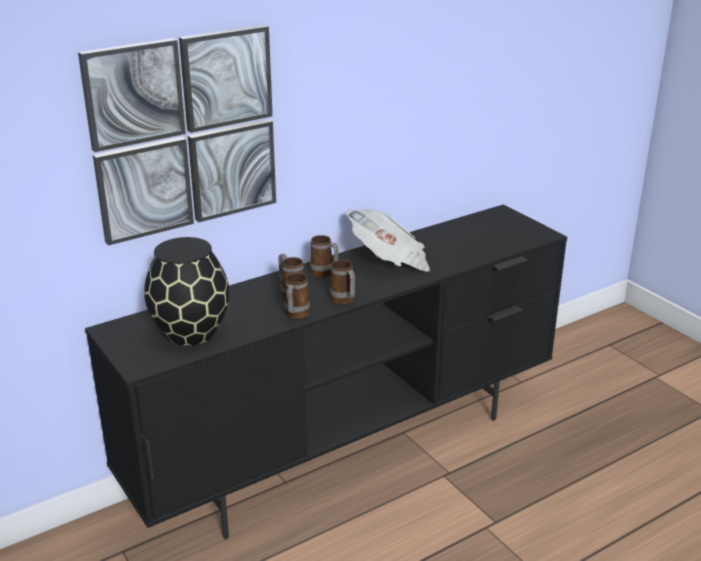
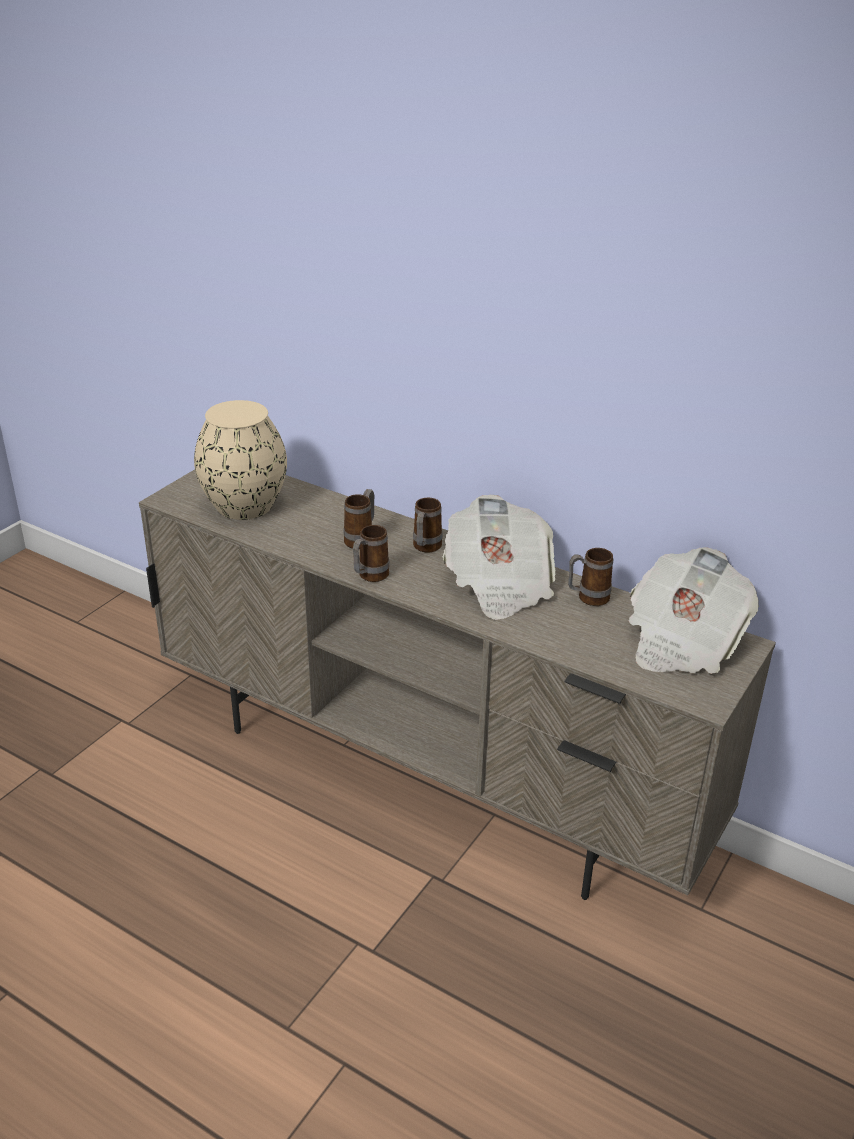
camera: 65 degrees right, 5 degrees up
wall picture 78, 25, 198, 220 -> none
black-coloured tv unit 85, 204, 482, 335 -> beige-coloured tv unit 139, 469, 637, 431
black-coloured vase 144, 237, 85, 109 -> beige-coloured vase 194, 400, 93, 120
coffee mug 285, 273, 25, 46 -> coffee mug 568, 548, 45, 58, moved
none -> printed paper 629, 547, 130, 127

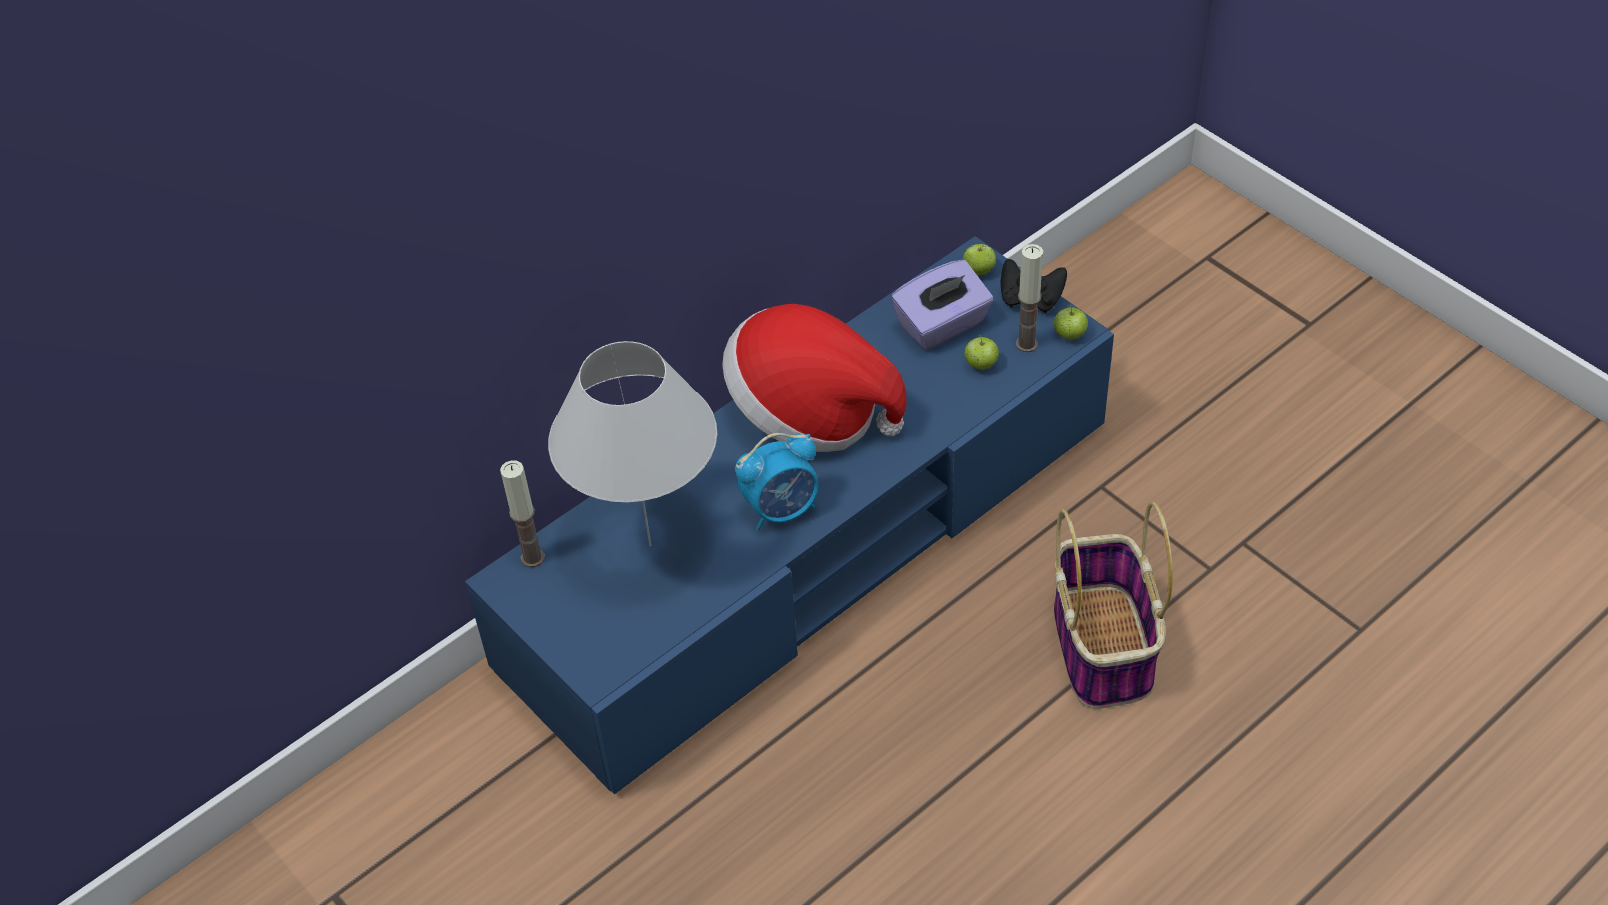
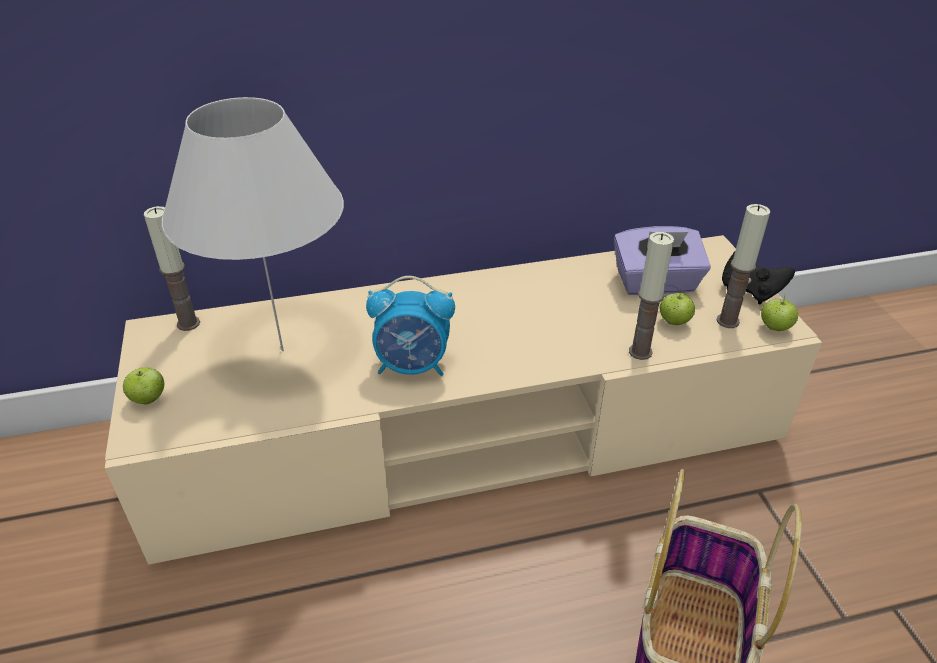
camera: 25 degrees right, 10 degrees down
blue-coloured tv unit 465, 236, 649, 558 -> beige-coloured tv unit 105, 235, 717, 330
wearable hat 722, 304, 184, 148 -> none
apple 963, 244, 33, 31 -> apple 123, 367, 42, 37, moved
none -> candle 629, 232, 45, 128

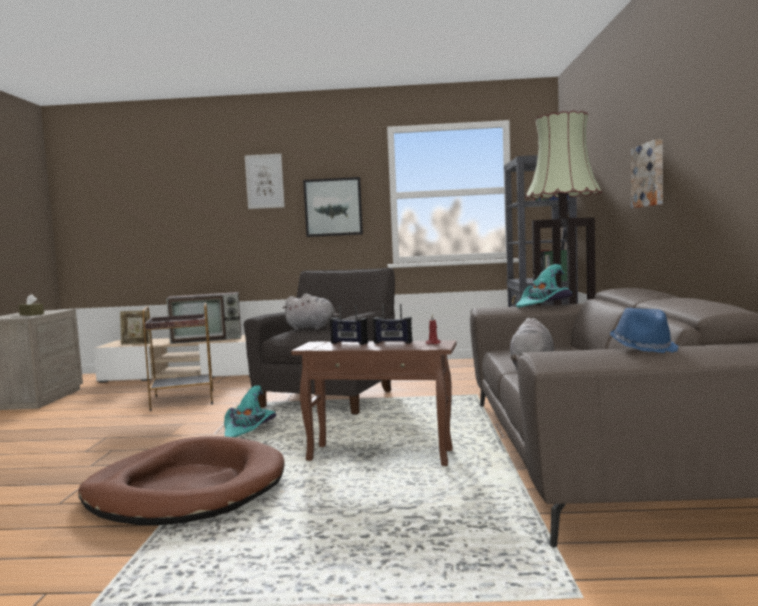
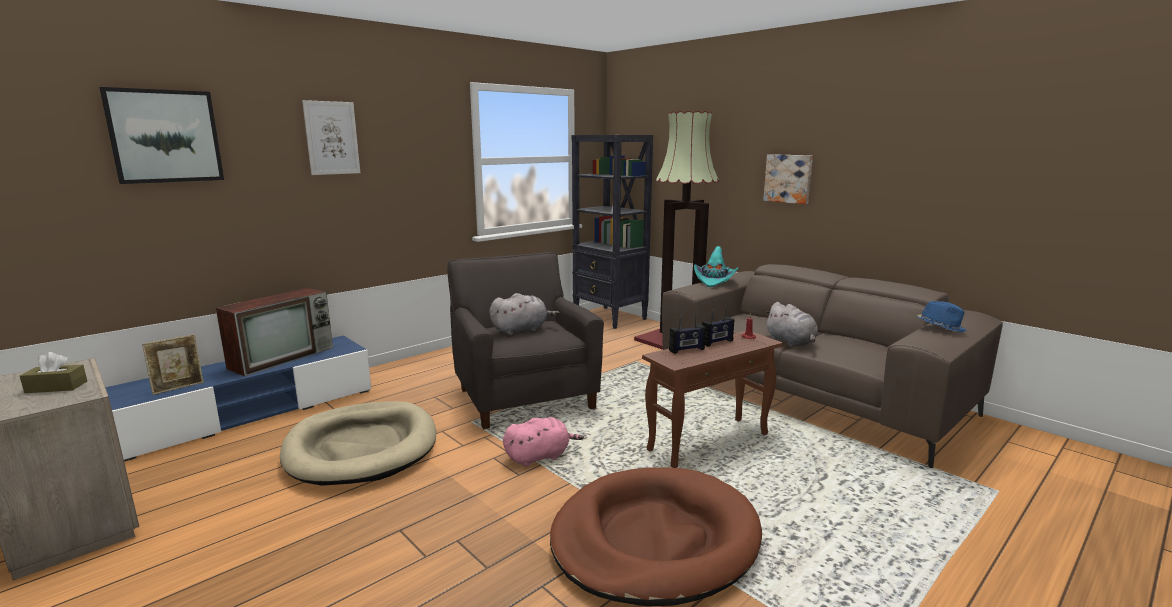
camera: 45 degrees left, 10 degrees up
beige-coloured tv unit 93, 335, 157, 48 -> blue-coloured tv unit 105, 335, 266, 127
brownish side table 143, 302, 70, 109 -> beige-coloured pet bed 280, 401, 156, 85
blue-green wearable hat 224, 385, 52, 52 -> pink cuddly toy 503, 417, 81, 50
wall picture 303, 177, 60, 60 -> wall picture 99, 87, 125, 97, moved

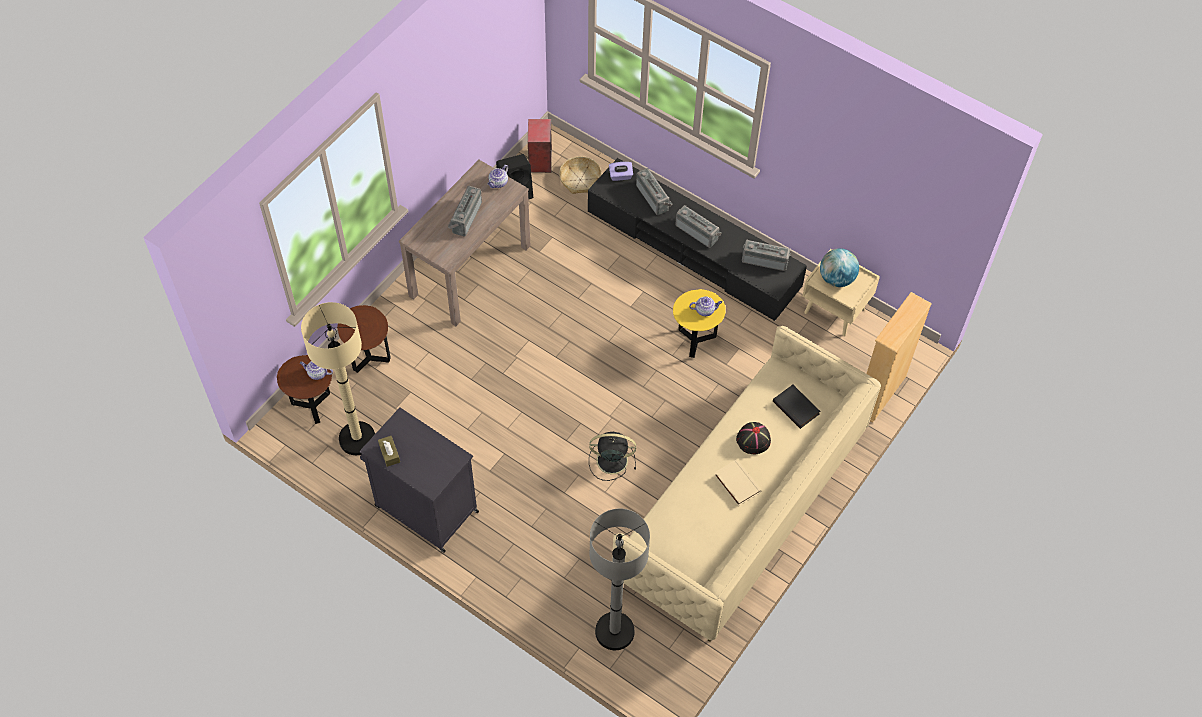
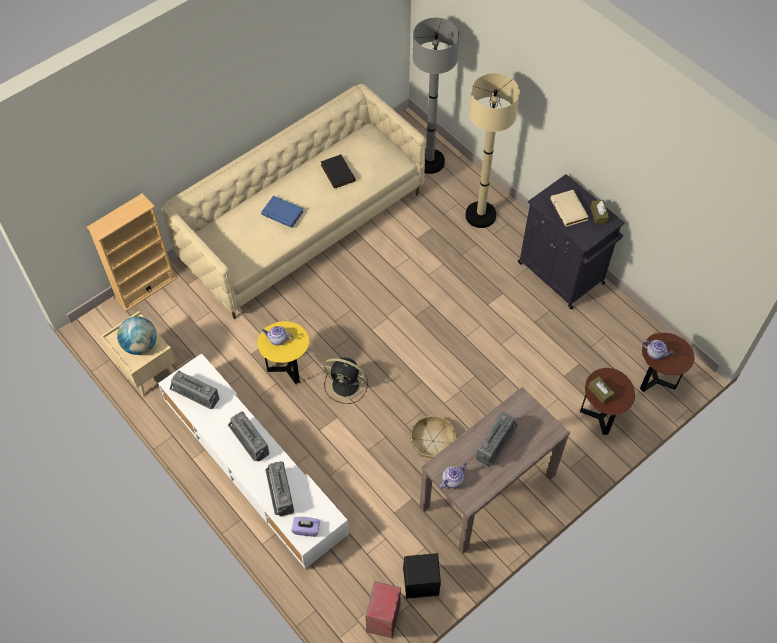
camera: 165 degrees left, 0 degrees up
beige-coloured standing lamp 301, 302, 74, 153 -> beige-coloured standing lamp 465, 73, 55, 155, moved
storage basket 559, 156, 43, 38 -> storage basket 411, 416, 45, 42, moved
black-coloured tv unit 588, 158, 219, 163 -> white-coloured tv unit 158, 354, 191, 215
black-coloured fan 589, 432, 47, 49 -> black-coloured fan 324, 357, 44, 47, moved
beige-coloured volume 714, 459, 47, 47 -> beige-coloured volume 550, 190, 39, 37, moved
black-coloured wearable hat 736, 422, 35, 32 -> blue-coloured volume 261, 196, 43, 32
black-coloured volume 773, 385, 47, 44 -> black-coloured volume 321, 154, 34, 35, moved
none -> brownish tissue box 588, 376, 27, 28

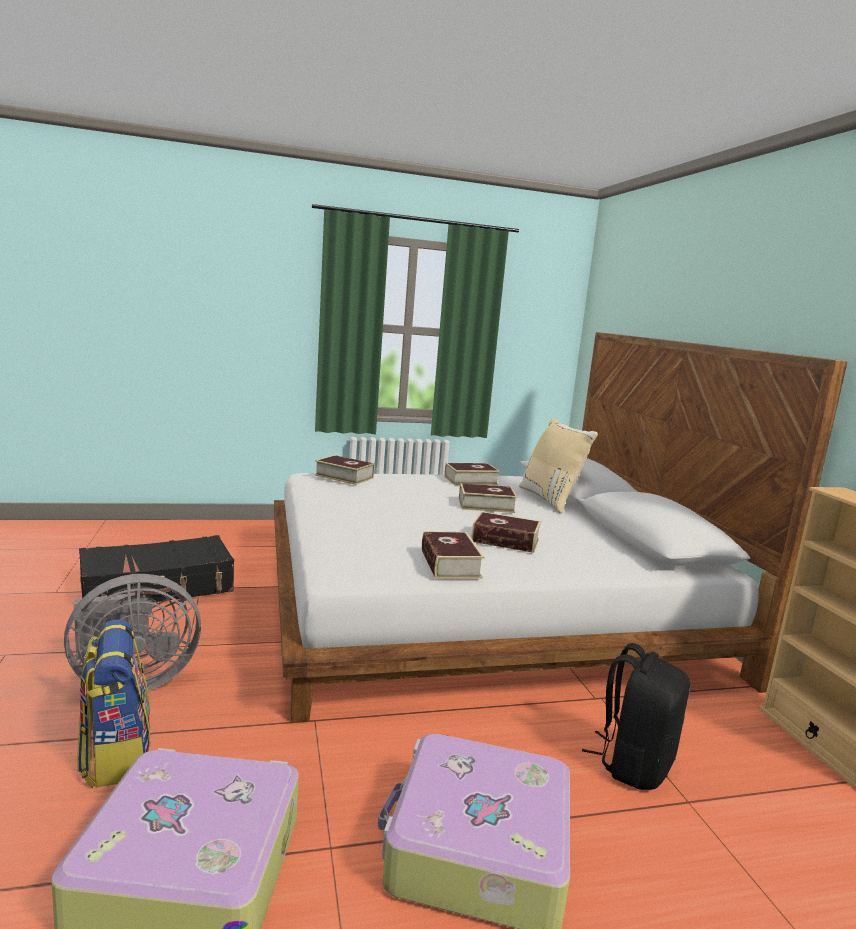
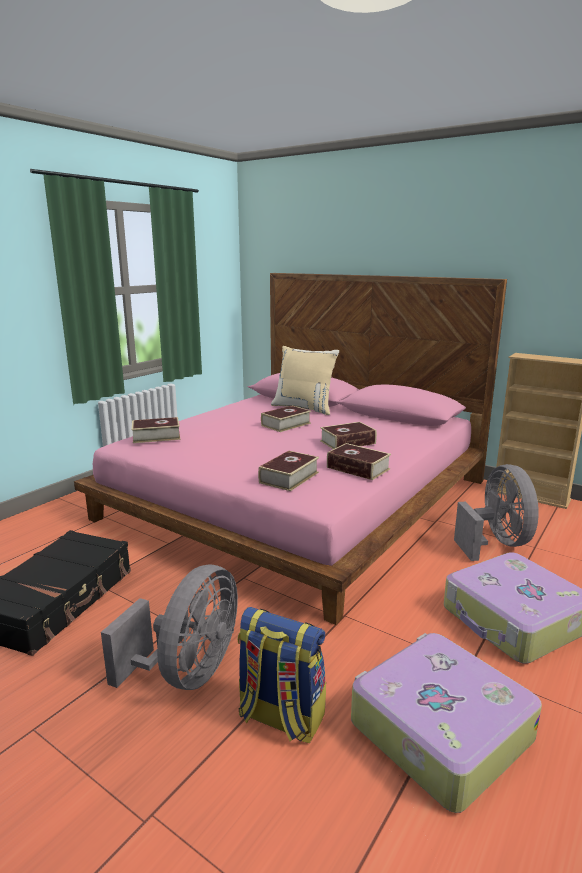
camera: 40 degrees left, 5 degrees up
white-coloured bed 274, 332, 573, 391 -> pink bed 74, 273, 433, 352
volume 444, 463, 56, 22 -> volume 258, 451, 61, 40, moved
black-coloured knapsack 582, 643, 108, 147 -> greyish fan 454, 464, 85, 97

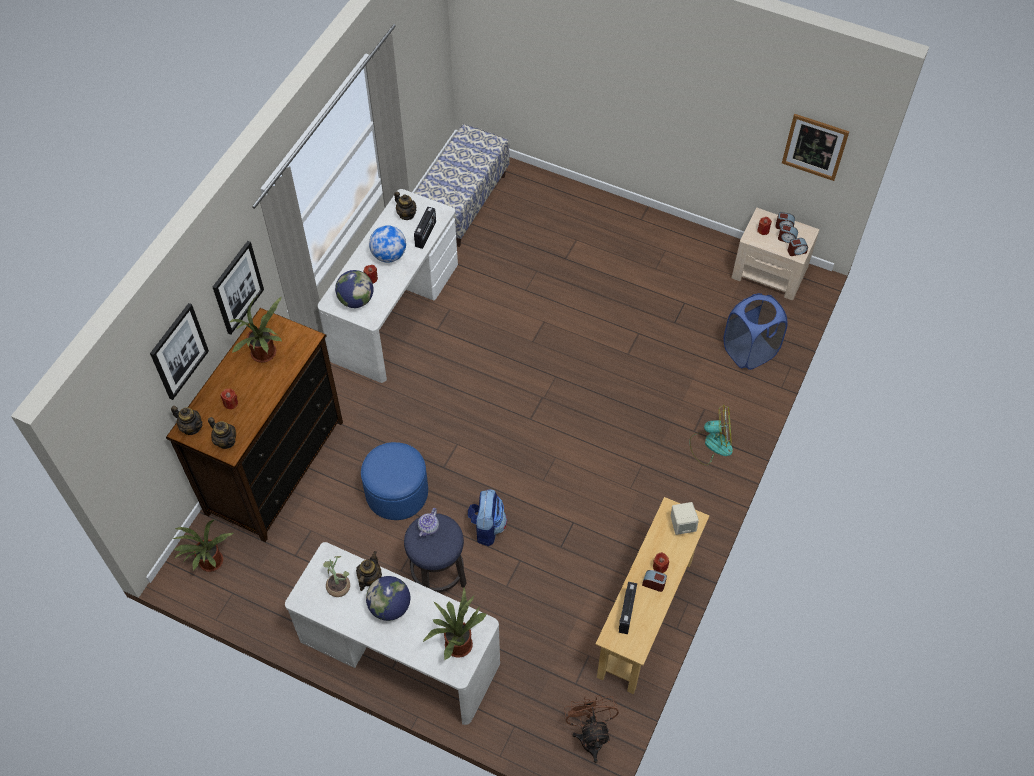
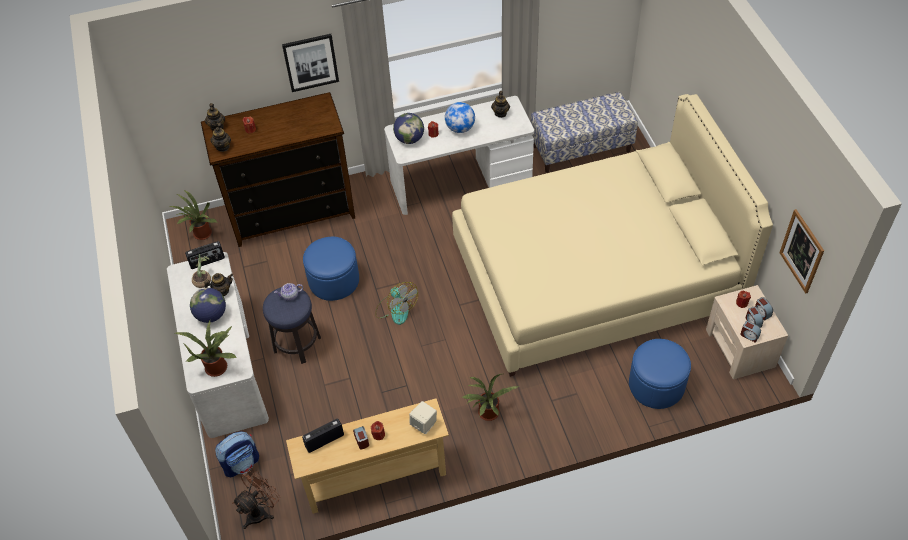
camera: 50 degrees right, 5 degrees down
wall picture 150, 303, 59, 97 -> none
plant in a pot 230, 297, 53, 66 -> plant in a pot 463, 374, 56, 47, moved
radio 414, 207, 22, 42 -> radio 185, 241, 40, 28, moved
knapsack 468, 489, 39, 57 -> knapsack 215, 431, 44, 46, moved
fan 689, 405, 44, 60 -> fan 375, 282, 43, 43, moved
blue-coloured laundry basket 724, 293, 64, 77 -> blue-coloured footrest 629, 339, 62, 70
none -> beige-coloured bed 452, 94, 321, 283

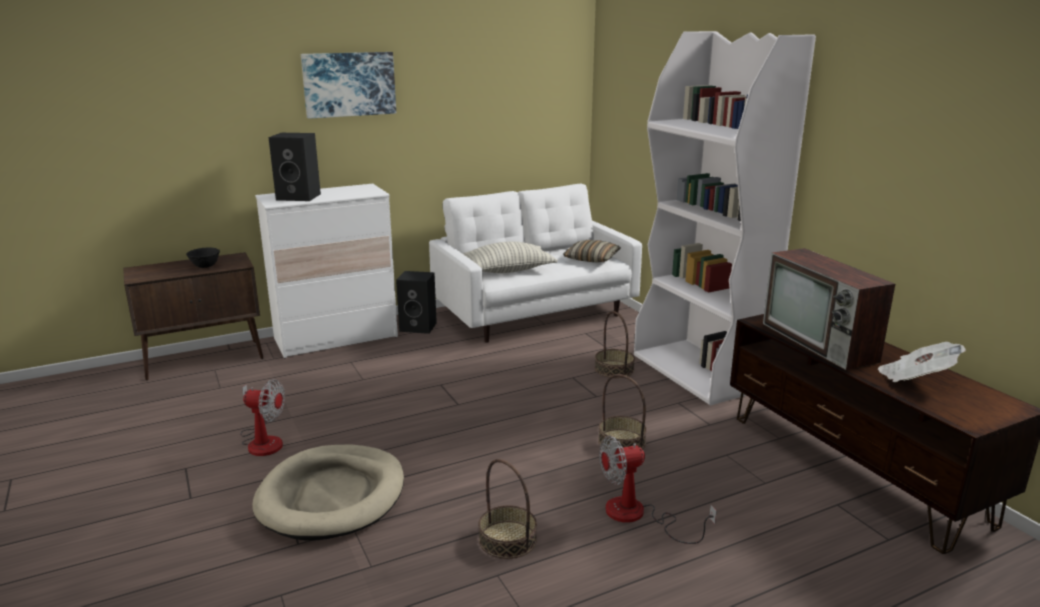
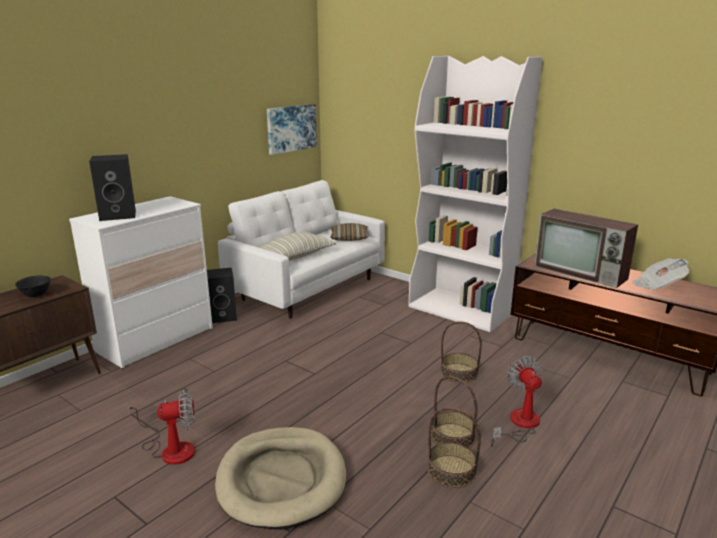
camera: 25 degrees left, 0 degrees up
wall picture 301, 52, 95, 67 -> wall picture 267, 104, 50, 51, moved
storage basket 595, 311, 40, 67 -> storage basket 431, 376, 46, 72, moved
fan 599, 436, 118, 108 -> fan 491, 356, 51, 91, 120 degrees clockwise

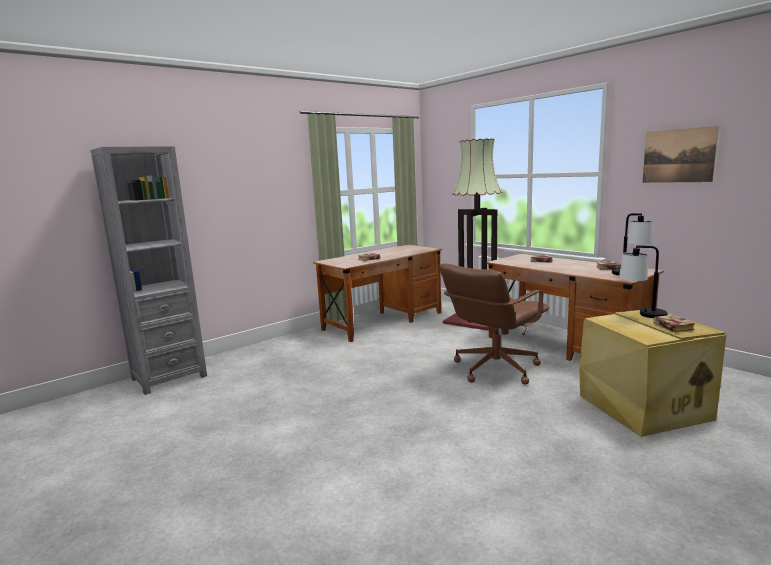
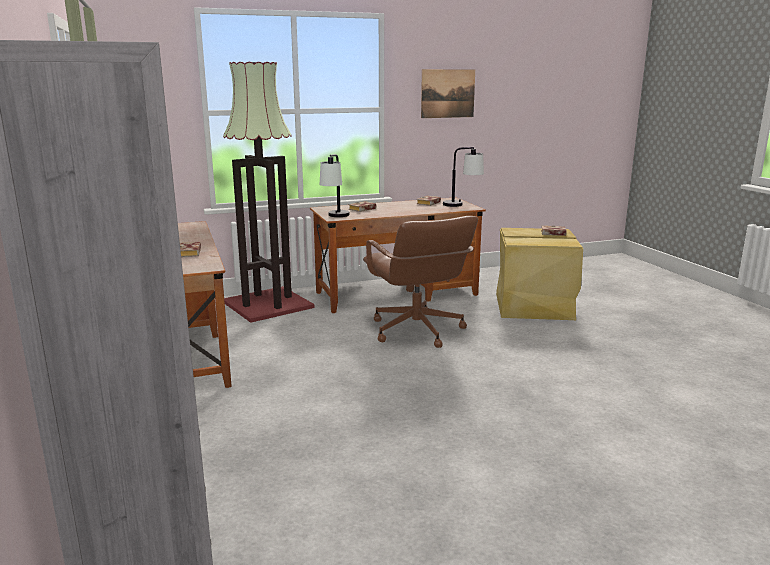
camera: 70 degrees left, 5 degrees up
table lamp 619, 246, 49, 72 -> table lamp 320, 154, 29, 63, moved

